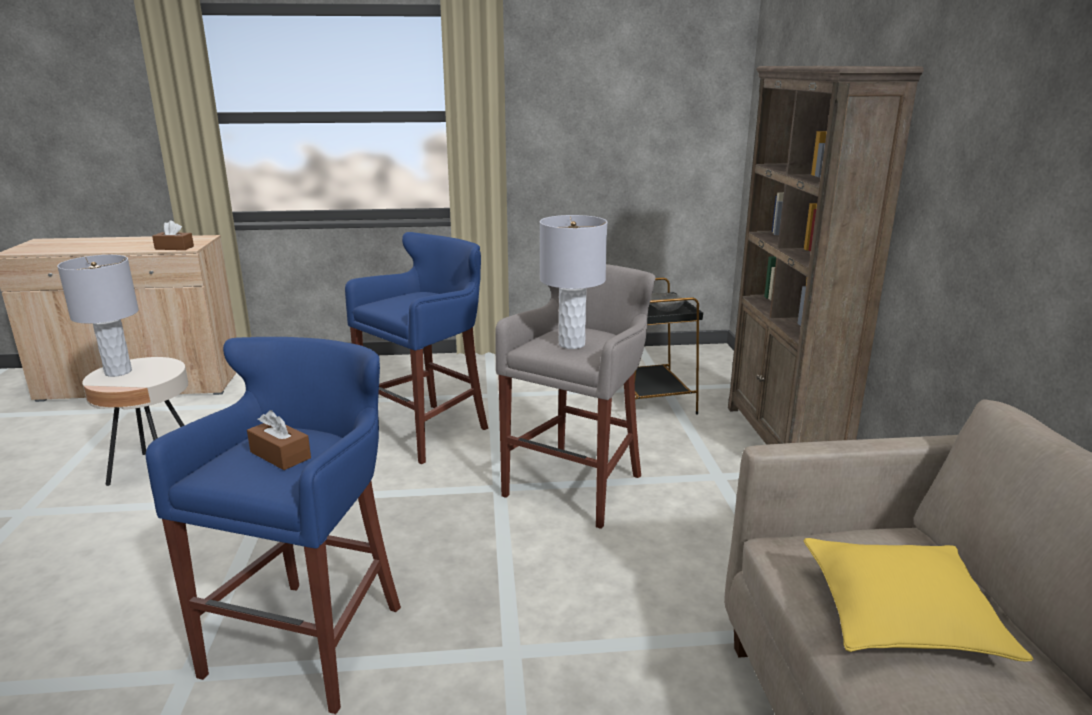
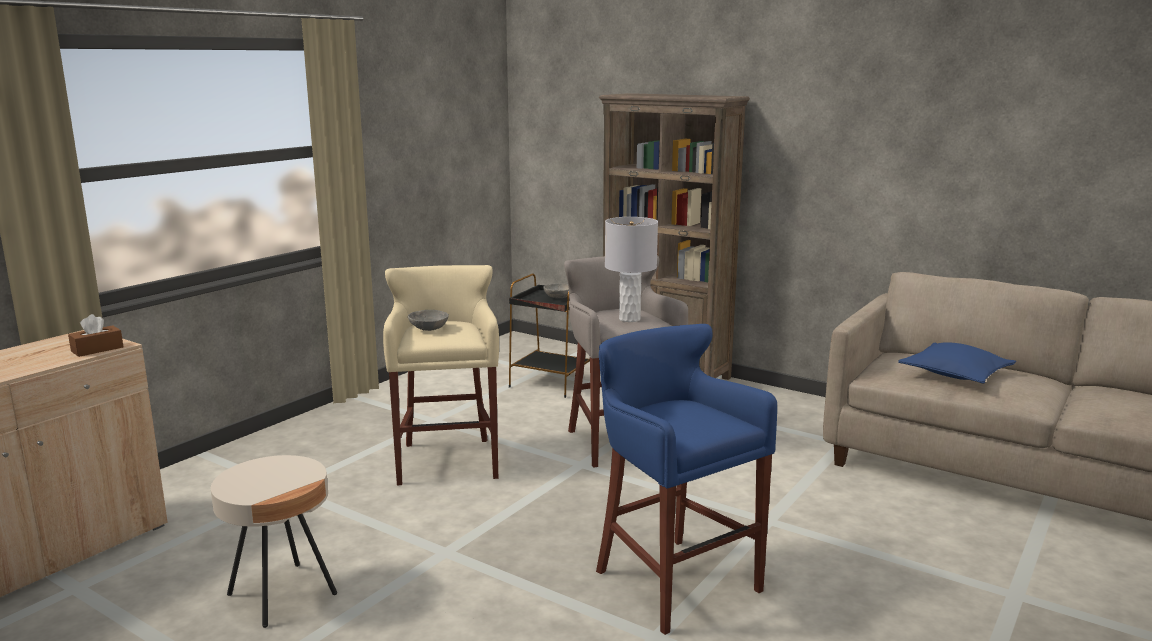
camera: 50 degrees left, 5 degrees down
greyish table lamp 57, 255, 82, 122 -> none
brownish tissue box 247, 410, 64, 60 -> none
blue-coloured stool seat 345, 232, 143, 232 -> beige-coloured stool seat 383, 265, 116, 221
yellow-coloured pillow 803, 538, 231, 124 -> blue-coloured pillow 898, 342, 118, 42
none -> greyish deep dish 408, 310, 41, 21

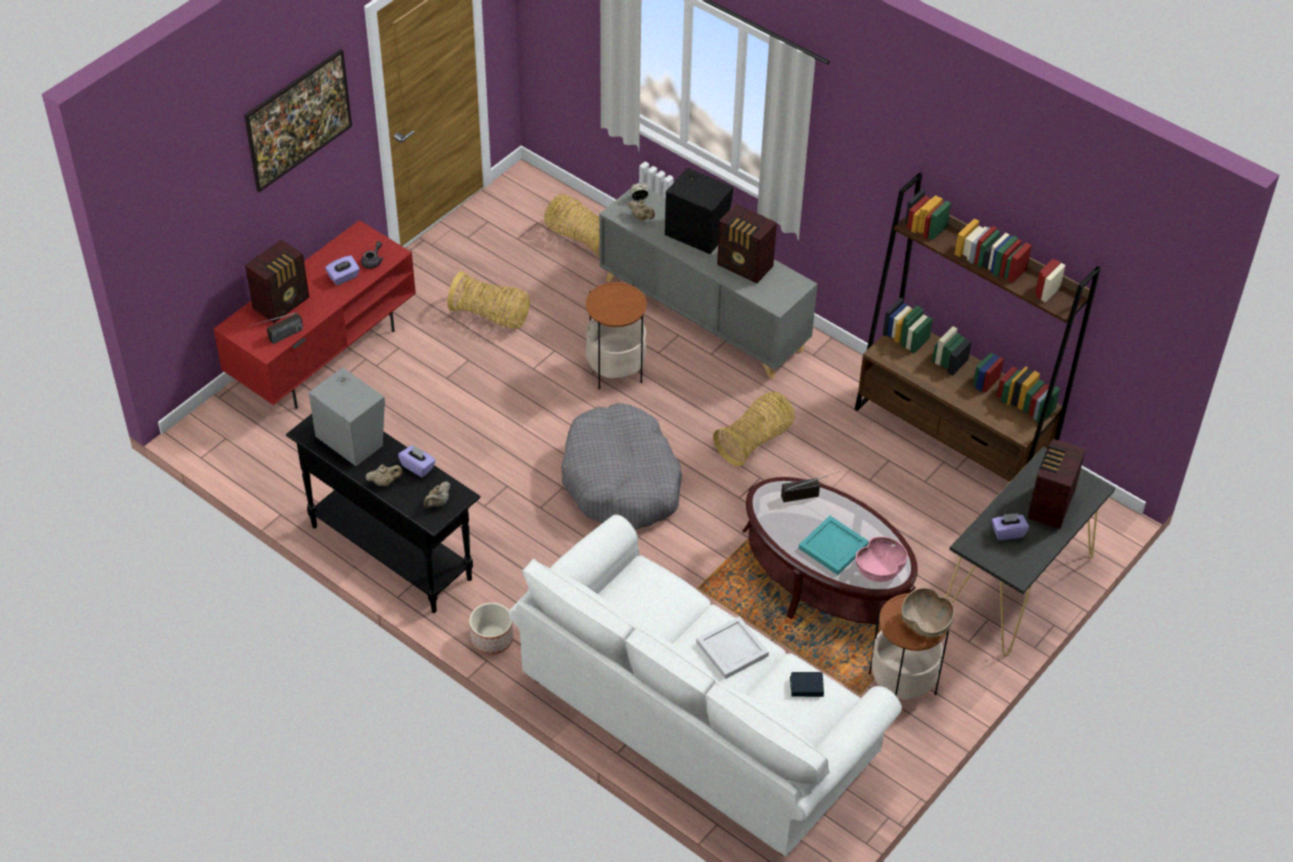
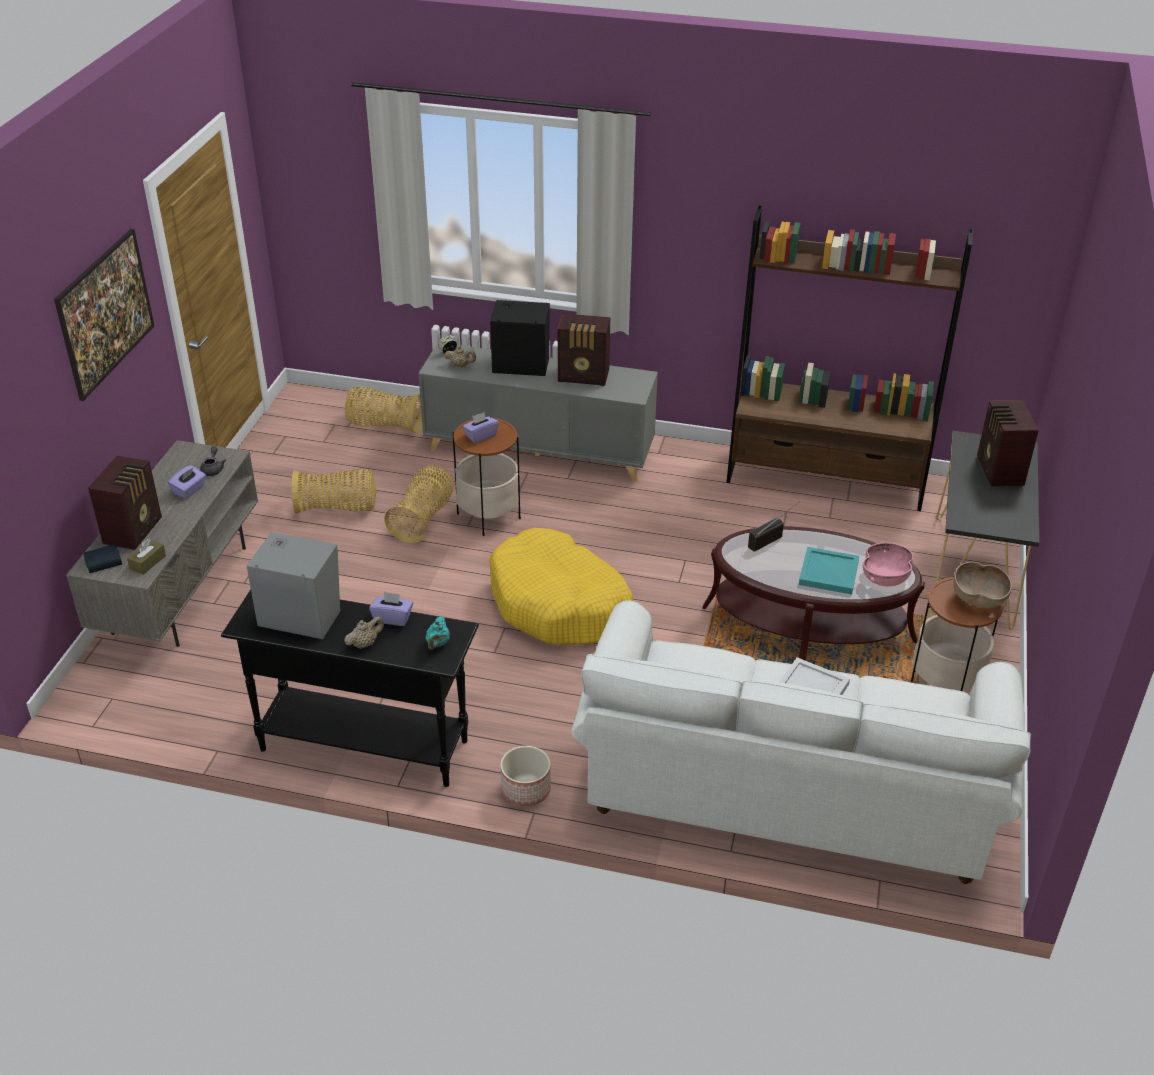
camera: 25 degrees left, 10 degrees down
reddish tv unit 213, 220, 203, 189 -> greyish tv unit 66, 440, 192, 207
radio 248, 313, 55, 31 -> brownish tissue box 127, 539, 39, 36
beige-coloured tea pot 424, 482, 26, 26 -> blue-green tea pot 426, 616, 24, 34
greyish pet bed 561, 403, 121, 127 -> yellow-coloured pet bed 489, 528, 144, 117
storage basket 713, 392, 82, 74 -> storage basket 384, 465, 70, 78, moved
volume 790, 672, 34, 25 -> volume 83, 544, 39, 29, moved
purple tissue box 992, 513, 37, 27 -> purple tissue box 463, 412, 36, 31, moved

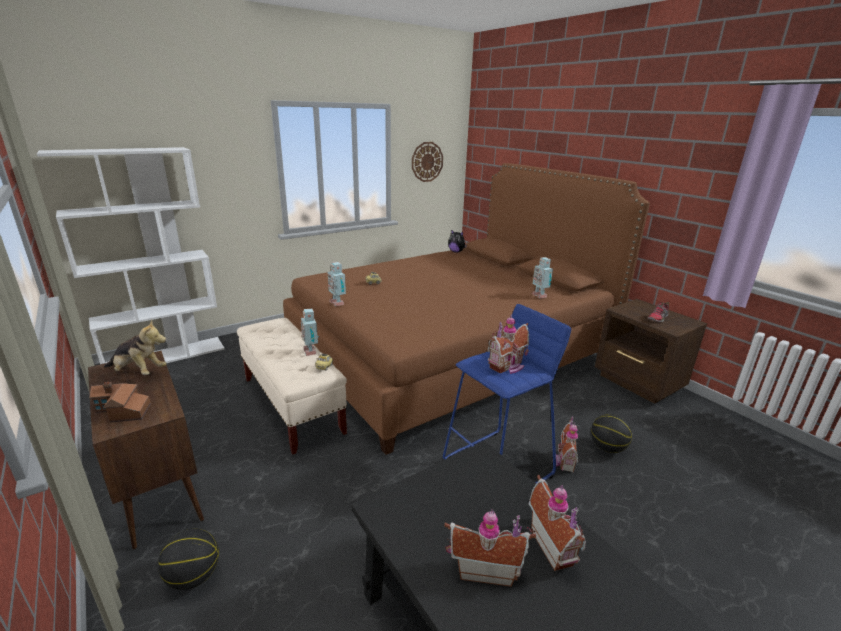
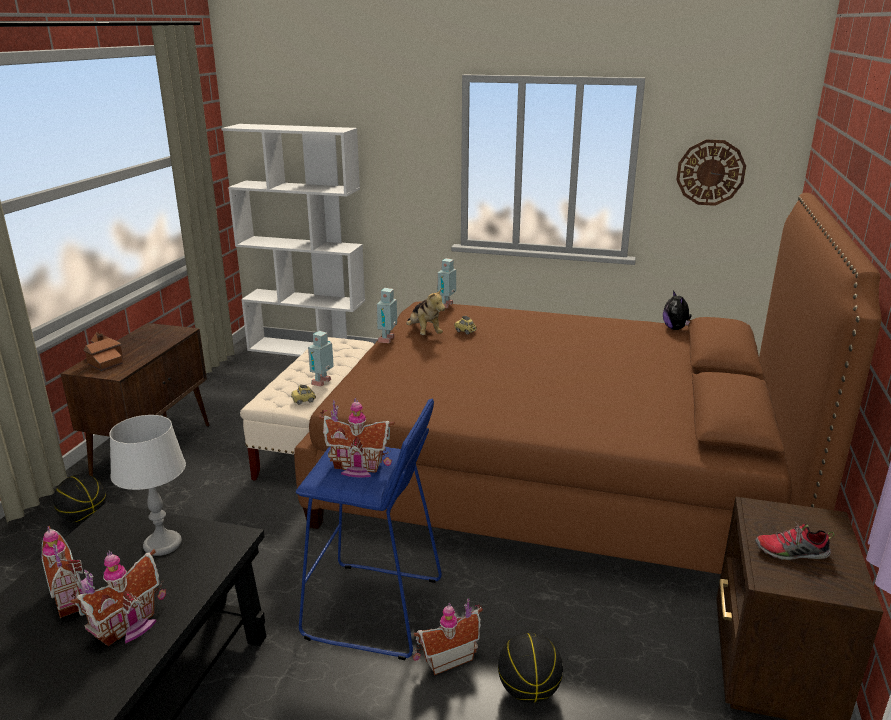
camera: 50 degrees right, 0 degrees up
cuddly toy 104, 320, 63, 55 -> cuddly toy 406, 289, 39, 46, moved
model robot 532, 257, 21, 42 -> model robot 437, 258, 19, 50, moved
none -> greyish table lamp 109, 415, 77, 141

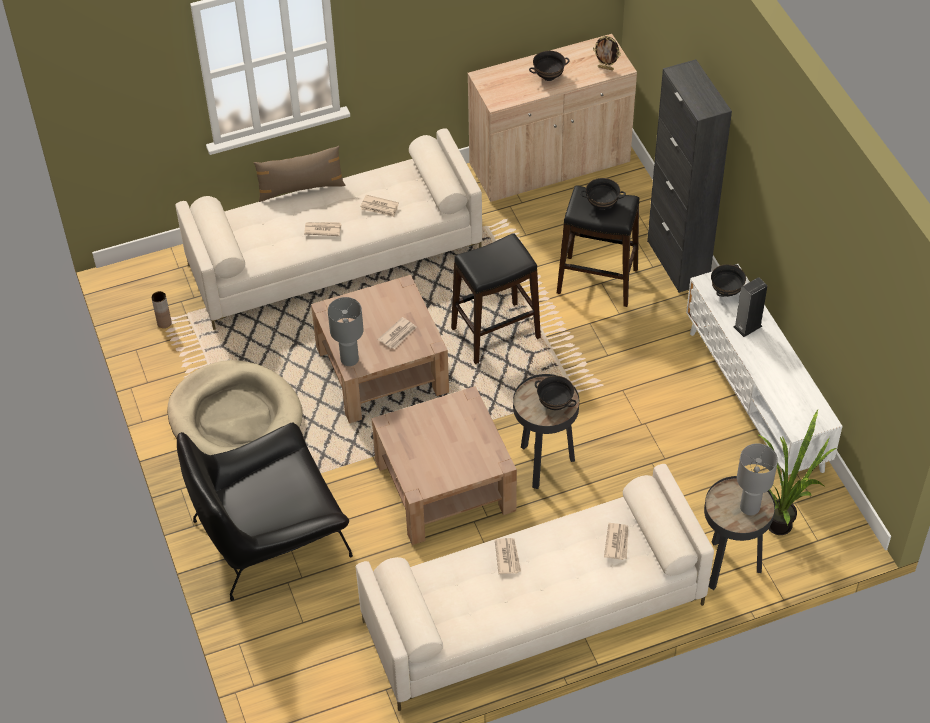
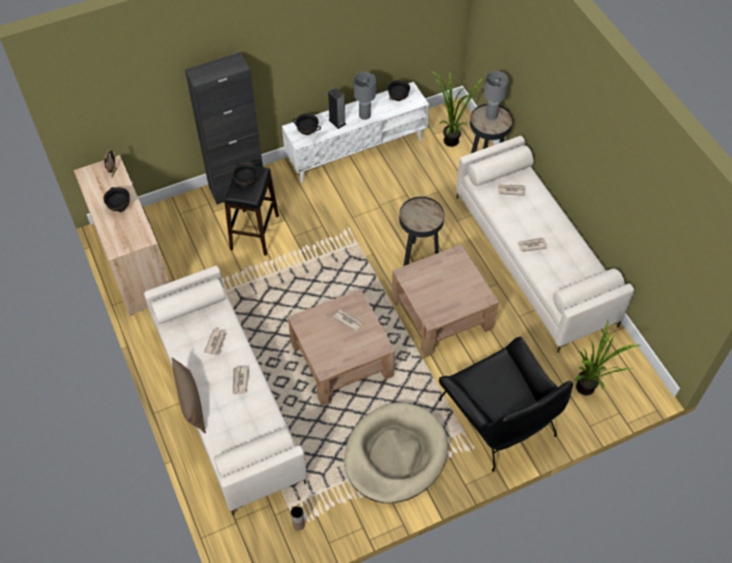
camera: 95 degrees left, 5 degrees up
greyish table lamp 328, 297, 35, 69 -> greyish table lamp 354, 72, 22, 48, moved
black-coloured stool seat 451, 233, 90, 131 -> none
black-coloured deep dish 535, 376, 42, 34 -> black-coloured deep dish 387, 80, 23, 21, moved
none -> plant in a pot 574, 321, 68, 75

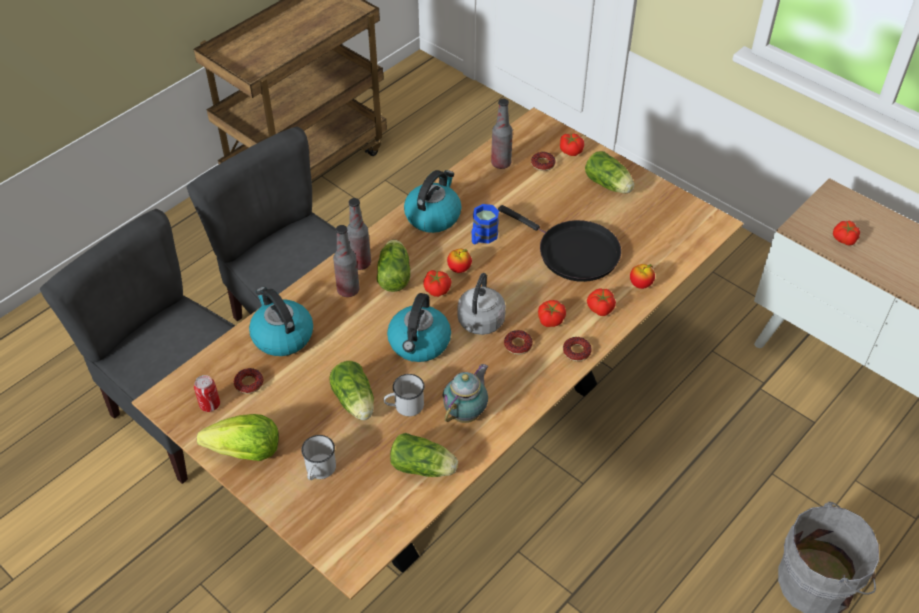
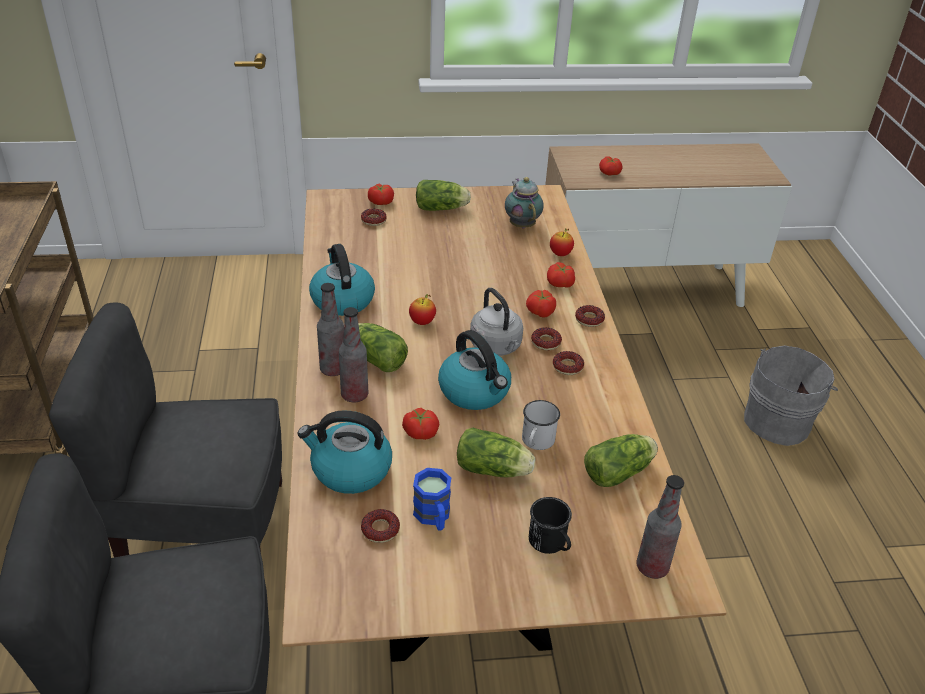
camera: 50 degrees left, 10 degrees down
metal can 194, 375, 26, 37 -> none
lettuce 197, 414, 82, 47 -> none
white-coloured coffee mug 301, 435, 35, 45 -> black-coloured coffee mug 529, 497, 43, 57
whole tomato 424, 270, 27, 27 -> whole tomato 402, 408, 37, 32, moved
tea pot 443, 364, 45, 59 -> tea pot 505, 177, 39, 52, moved
blue-coloured coffee mug 472, 204, 27, 40 -> blue-coloured coffee mug 413, 468, 38, 63, moved
beverage bottle 491, 99, 22, 70 -> beverage bottle 637, 475, 47, 104, moved
black-coloured pan 498, 205, 123, 77 -> none
none -> donut 553, 351, 31, 24

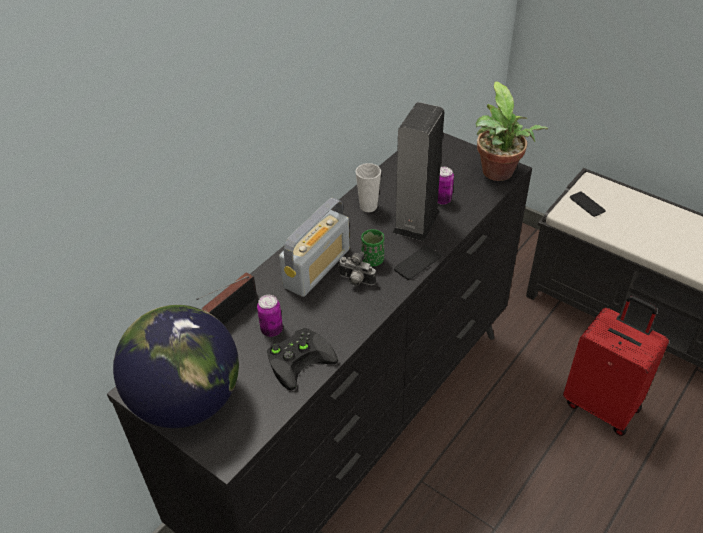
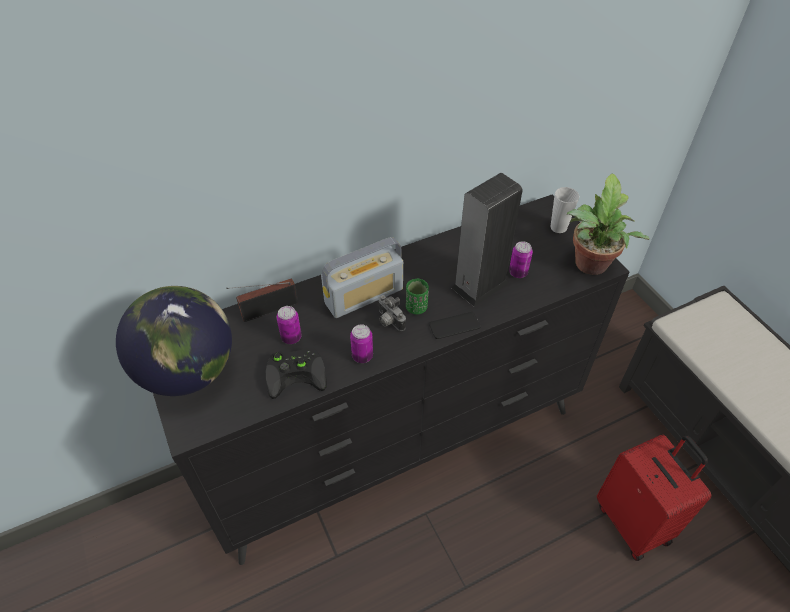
camera: 25 degrees right, 5 degrees up
cup 355, 163, 26, 49 -> cup 550, 187, 29, 46, moved
handset 570, 191, 36, 26 -> none
none -> metal can 350, 324, 23, 39

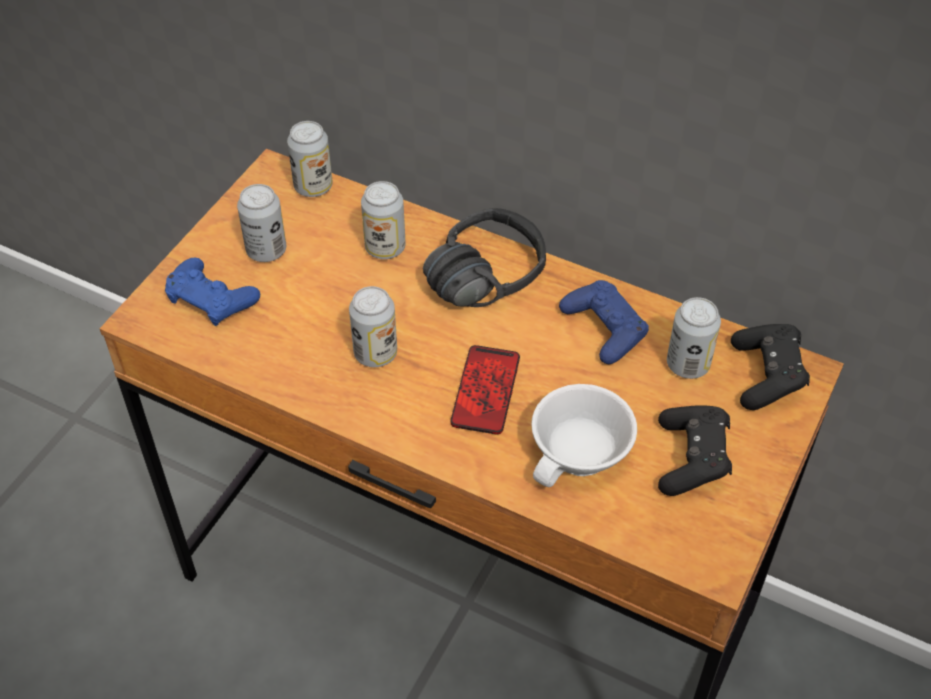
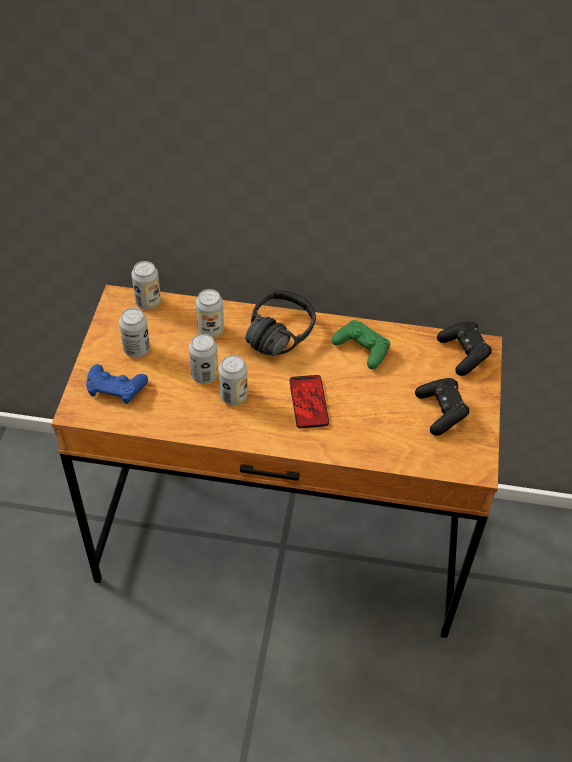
camera: 20 degrees left, 0 degrees up
white-coloured cup 531, 384, 106, 103 -> none
blue-coloured game controller 559, 280, 90, 84 -> green game controller 332, 320, 58, 49
metal can 667, 297, 54, 82 -> metal can 189, 334, 29, 50, moved

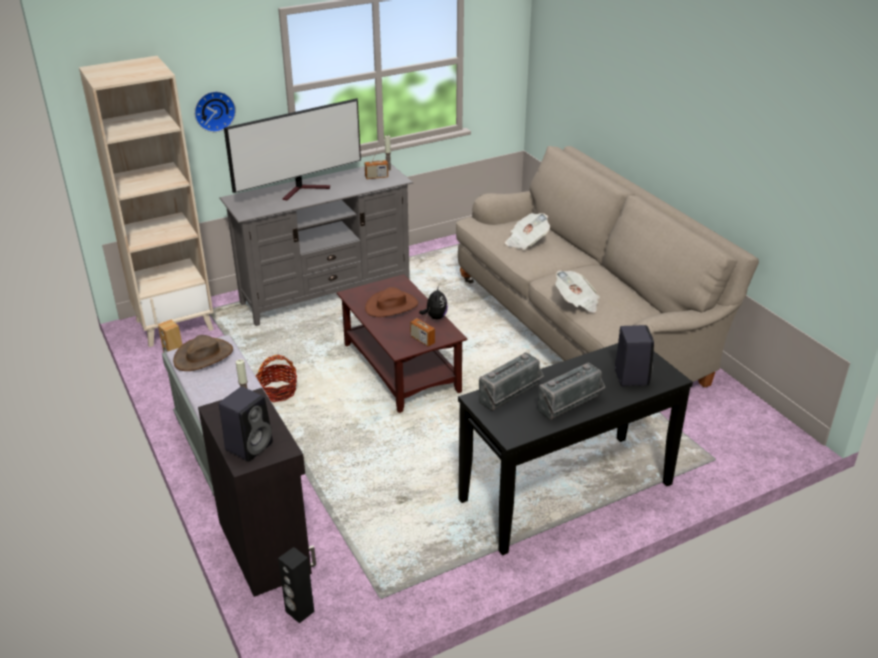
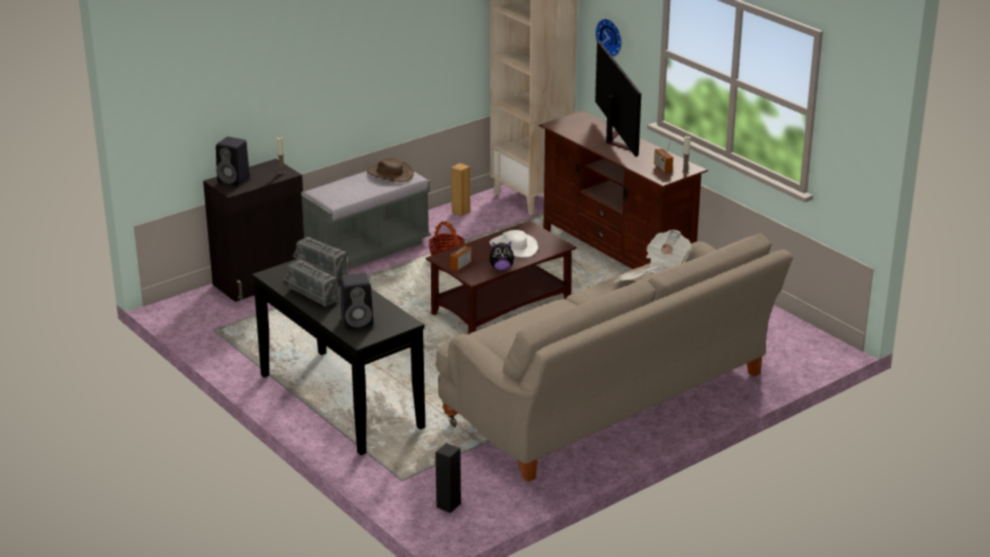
camera: 80 degrees right, 5 degrees down
greyish tv unit 219, 164, 194, 162 -> brownish tv unit 539, 111, 169, 158
TV set 224, 98, 137, 102 -> TV set 595, 42, 46, 115, 150 degrees counterclockwise
black-coloured loudspeaker 278, 547, 36, 76 -> black-coloured loudspeaker 435, 443, 26, 70, moved
brownish wearable hat 365, 287, 53, 30 -> white-coloured wearable hat 489, 230, 49, 28
printed paper 555, 270, 45, 43 -> printed paper 646, 230, 46, 43, moved

